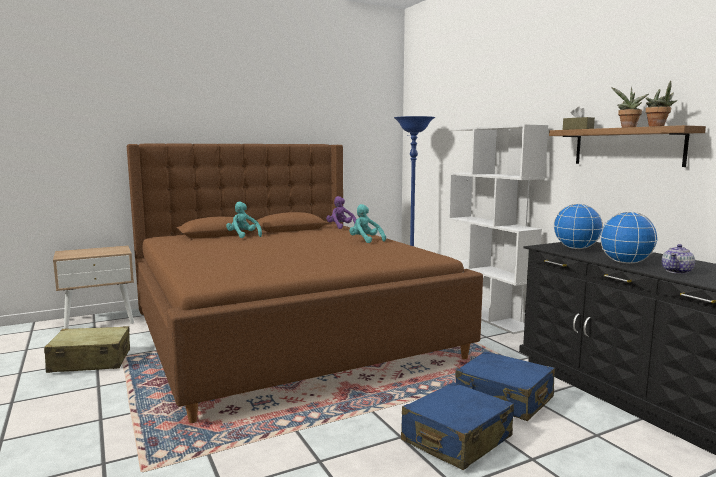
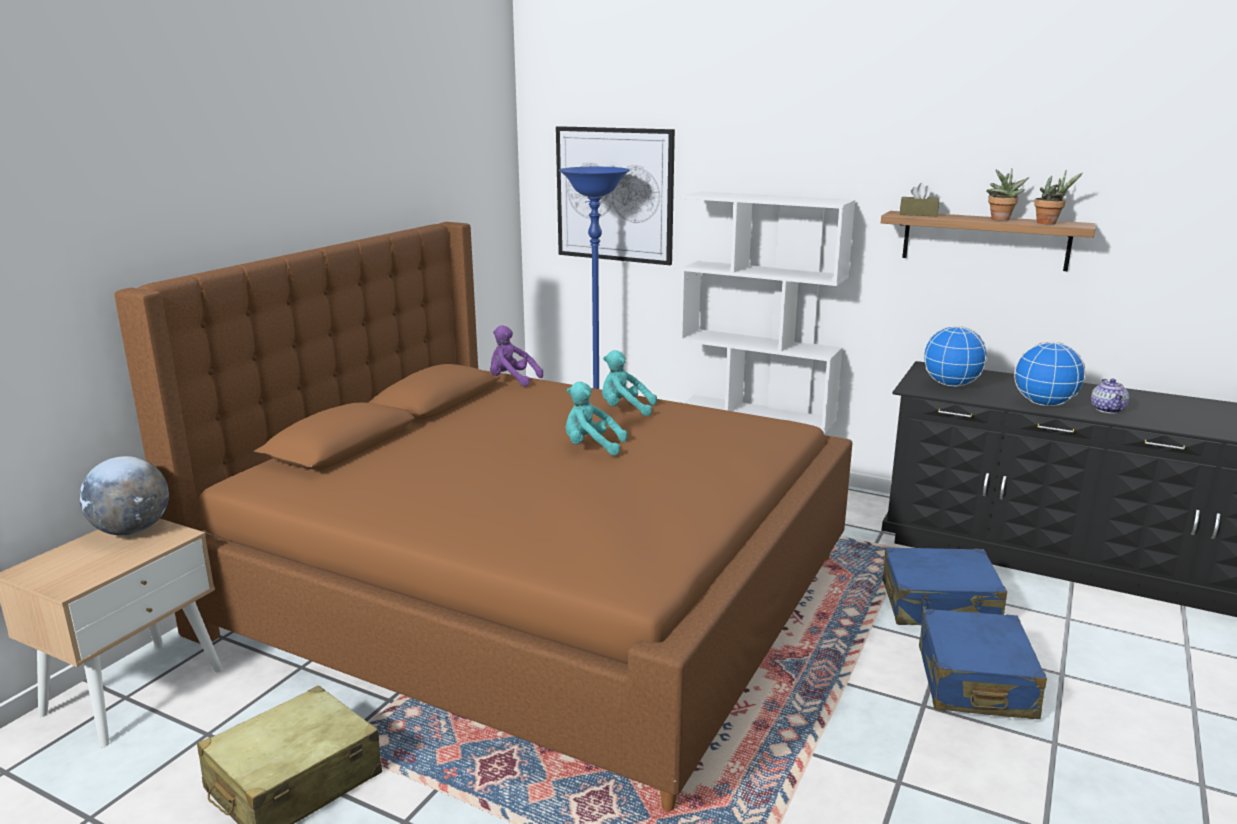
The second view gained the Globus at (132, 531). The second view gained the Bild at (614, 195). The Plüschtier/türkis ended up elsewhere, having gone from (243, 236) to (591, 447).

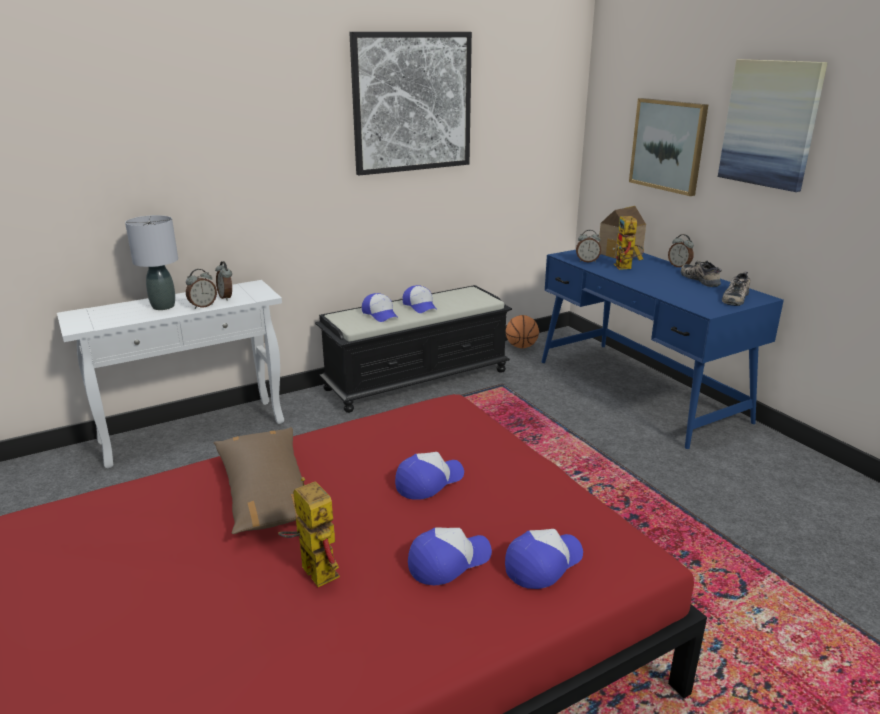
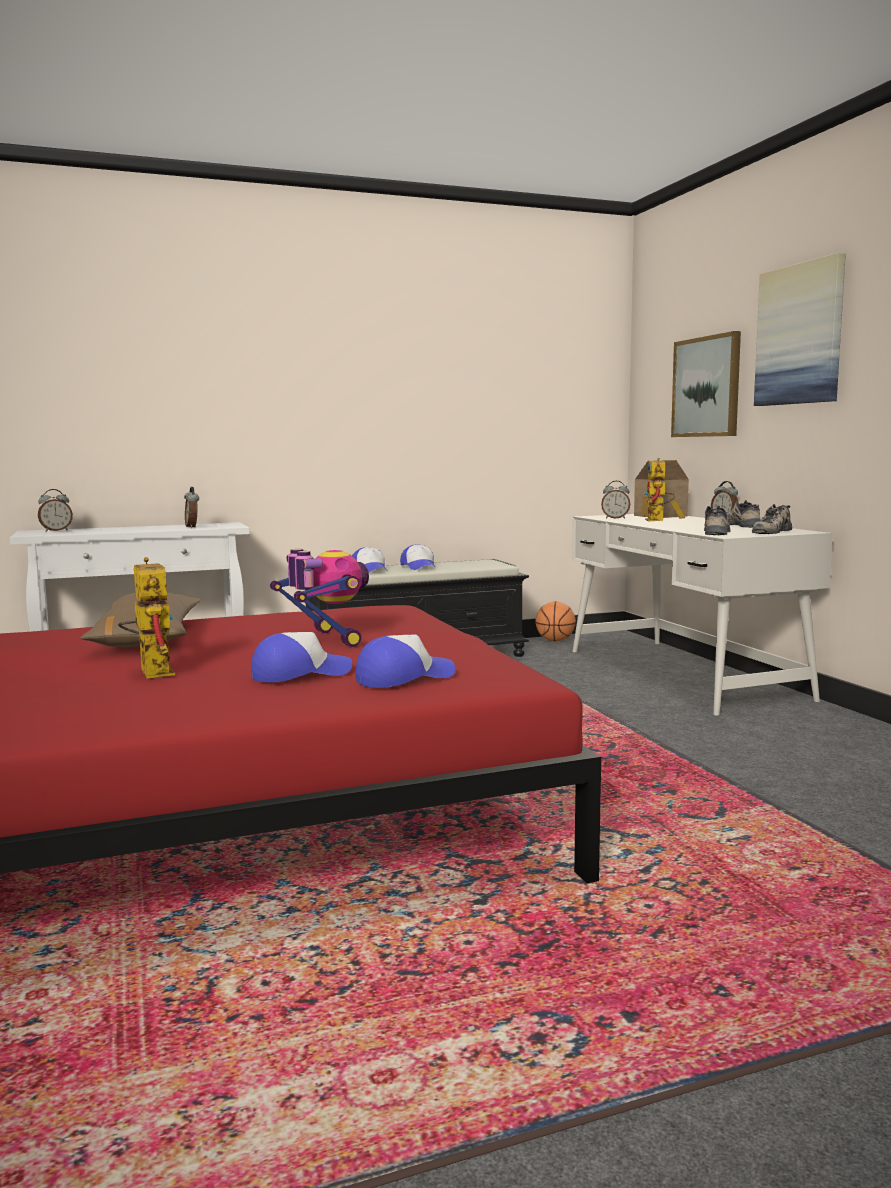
The second view lost the Tischlampe/grau at (163, 306). The second view lost the Bild at (412, 102). The second view gained the Schuh at (717, 532). The Wecker ended up elsewhere, having gone from (203, 306) to (56, 531). Where the Kappe stood at (429, 481), the Spielzeugroboter came to stand at (325, 640). What was the Schreibtisch/blau at (639, 390) turned into the Schreibtisch/weiß at (682, 674).

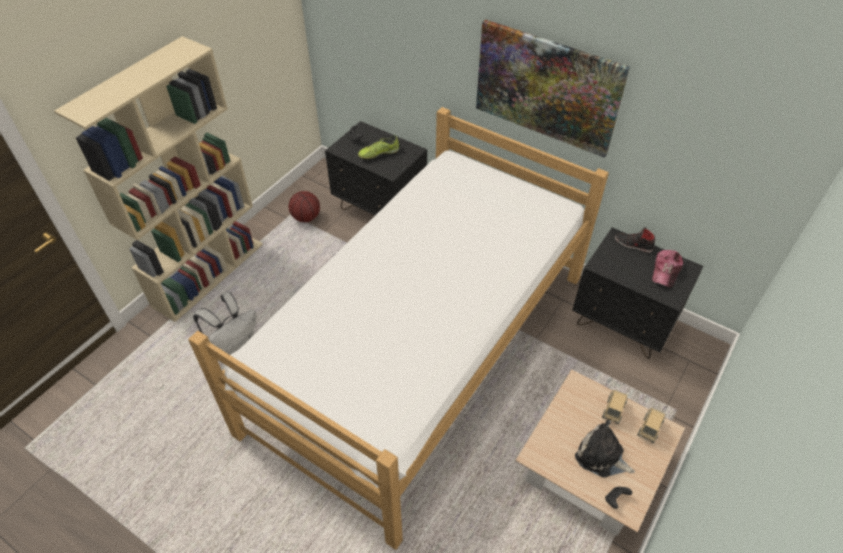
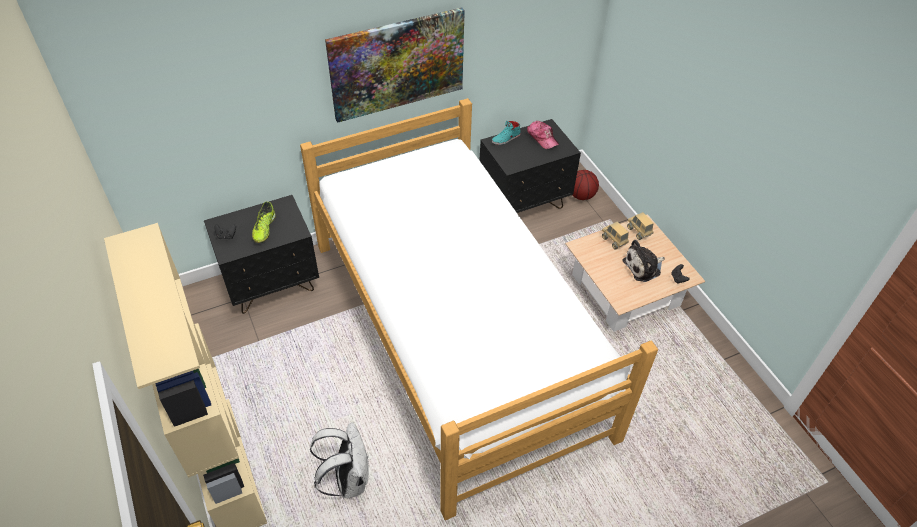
The Basketball ended up elsewhere, having gone from (306, 217) to (581, 195). What was the Schuh/schwarz at (633, 244) turned into the Schuh/türkis at (506, 138).

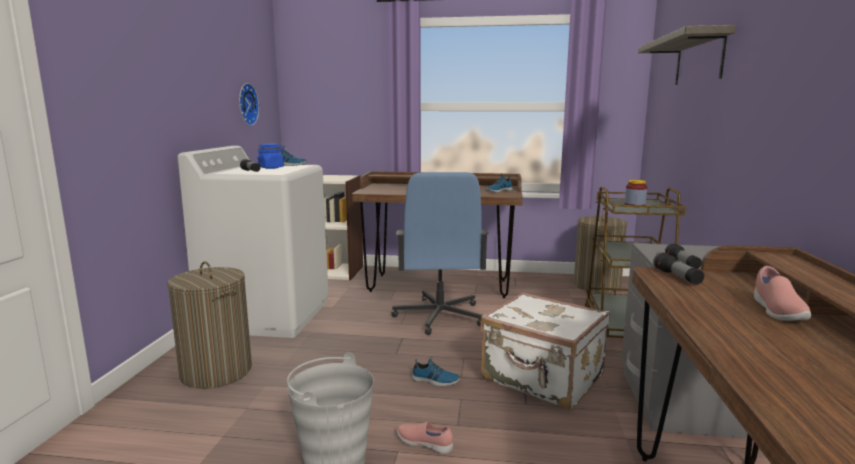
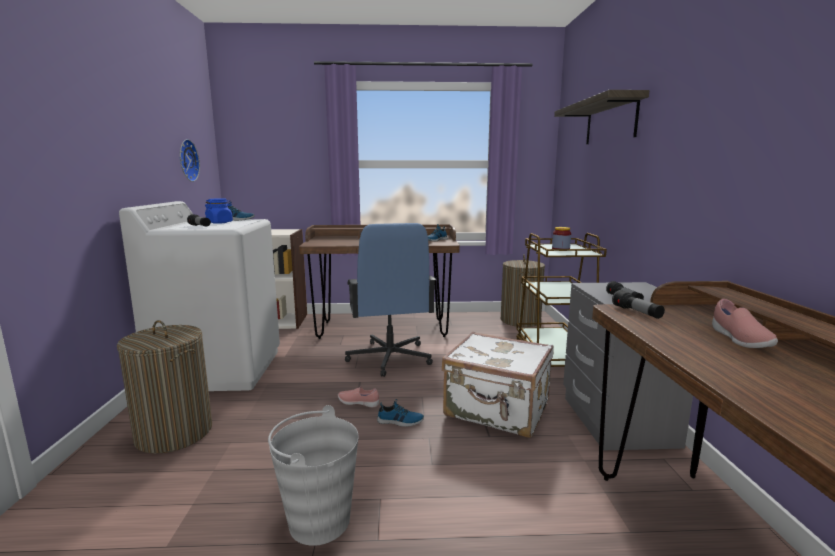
The Schuh/rosa ended up elsewhere, having gone from (424, 444) to (358, 403).

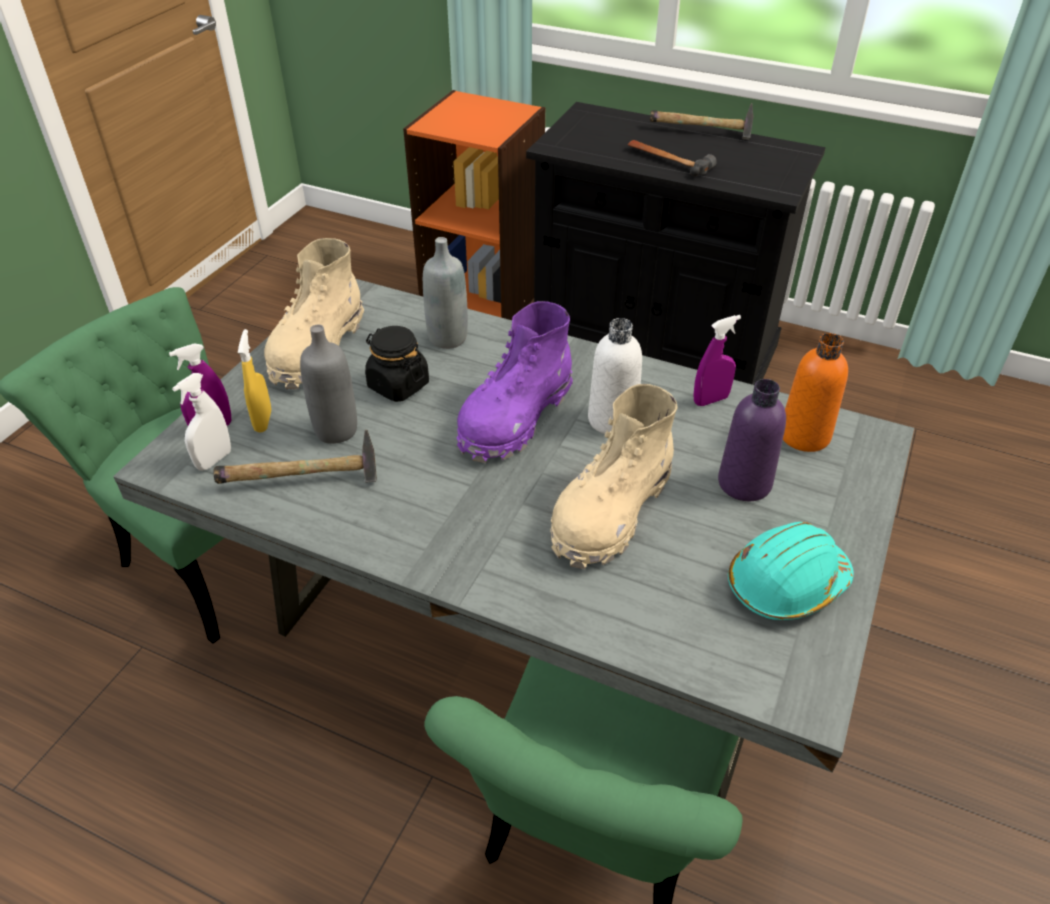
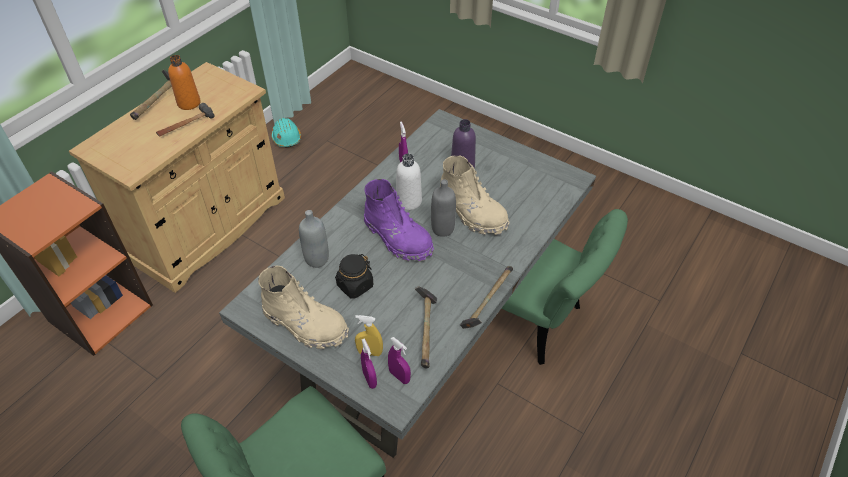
The second view gained the Hammer at (487, 304). The Flasche/grau ended up elsewhere, having gone from (336, 430) to (442, 229). The Schutzhelm/türkis ended up elsewhere, having gone from (786, 584) to (286, 138). The Flasche/orange ended up elsewhere, having gone from (804, 435) to (189, 103). What was the Sprühflasche/weiß at (214, 460) turned into the Sprühflasche/lila at (399, 376). What was the Schrank/schwarz at (653, 346) turned into the Schrank/beige at (208, 228).

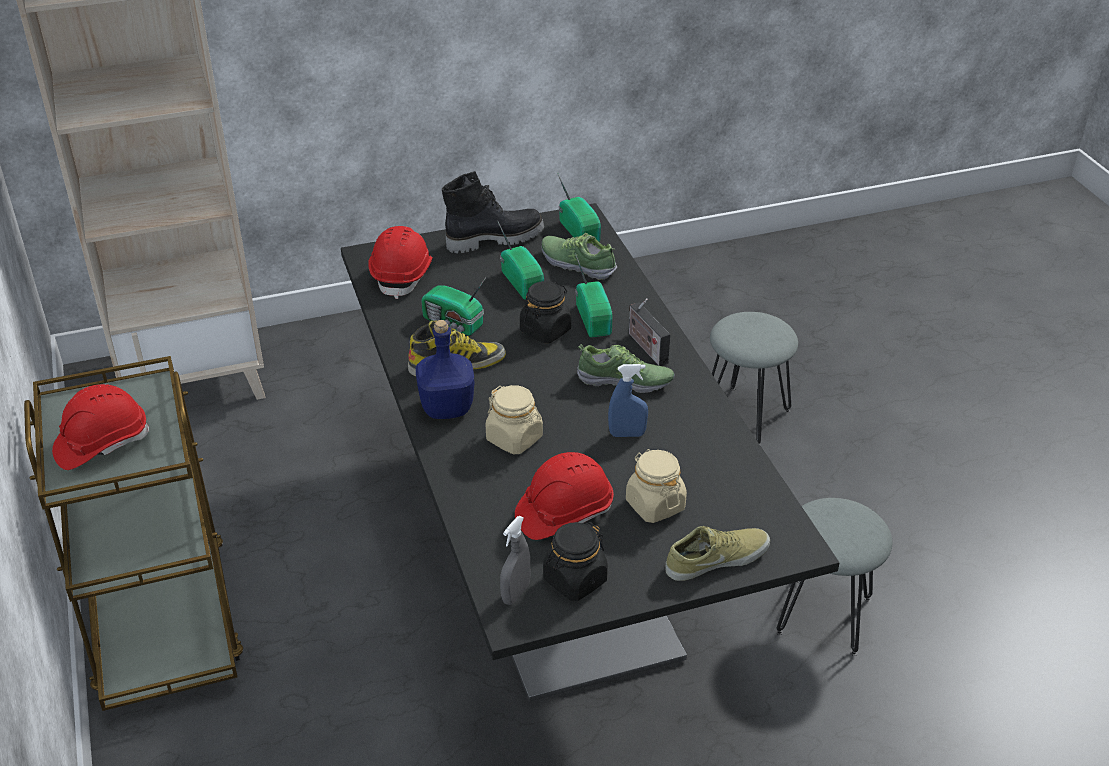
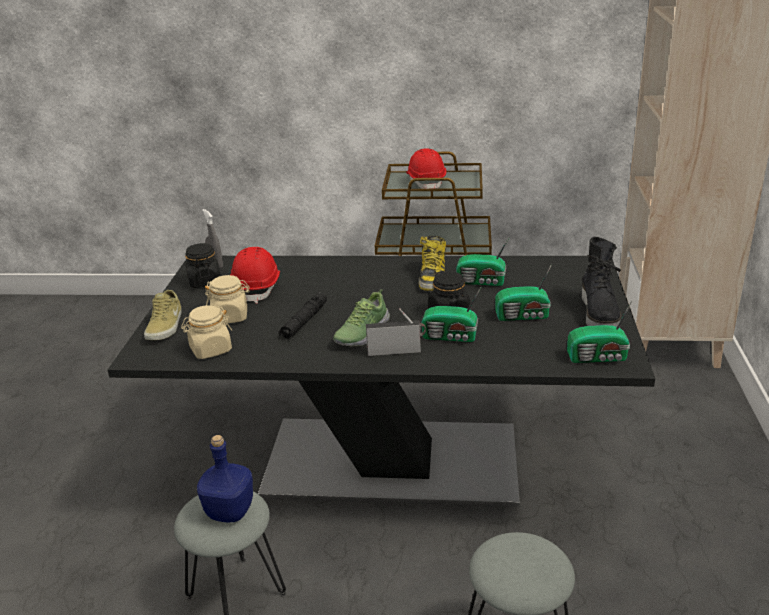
The second view lost the Schutzhelm/rot at (403, 275). The second view lost the Schuh at (577, 264). The Flasche/blau ended up elsewhere, having gone from (446, 407) to (231, 511). The Vorratsglas/beige ended up elsewhere, having gone from (514, 438) to (210, 350). Where the Sprühflasche/blau stood at (627, 434), the Taschenlampe/schwarz came to stand at (304, 321). The Radio at (453, 323) ended up facing another way, 135 degrees counterclockwise from before.

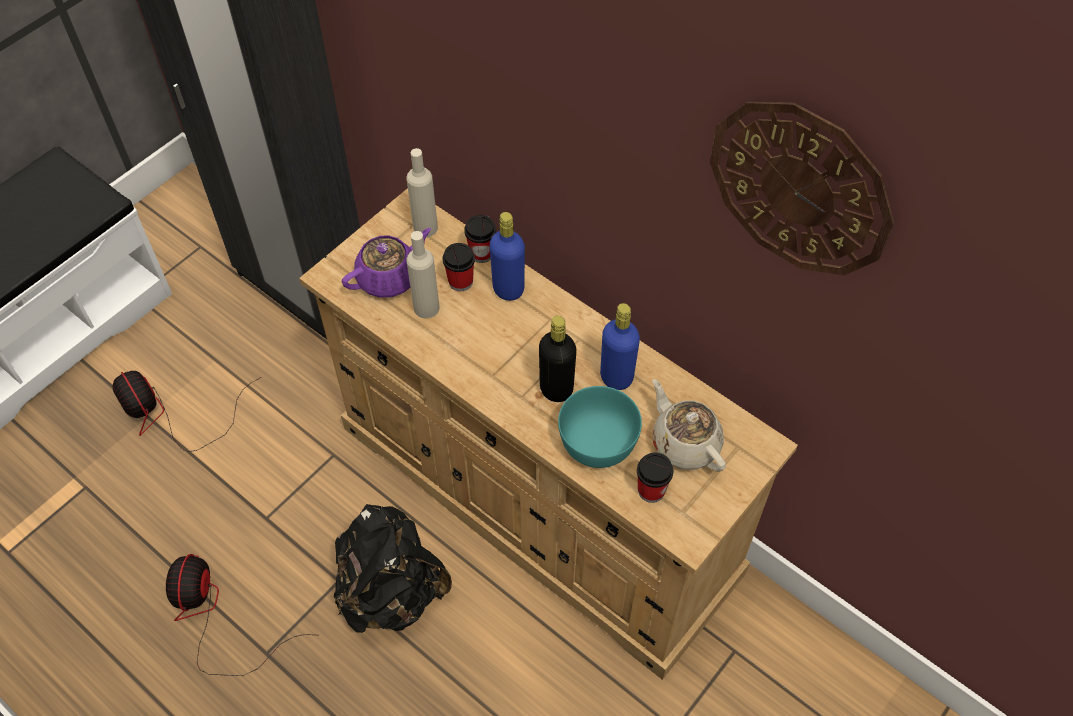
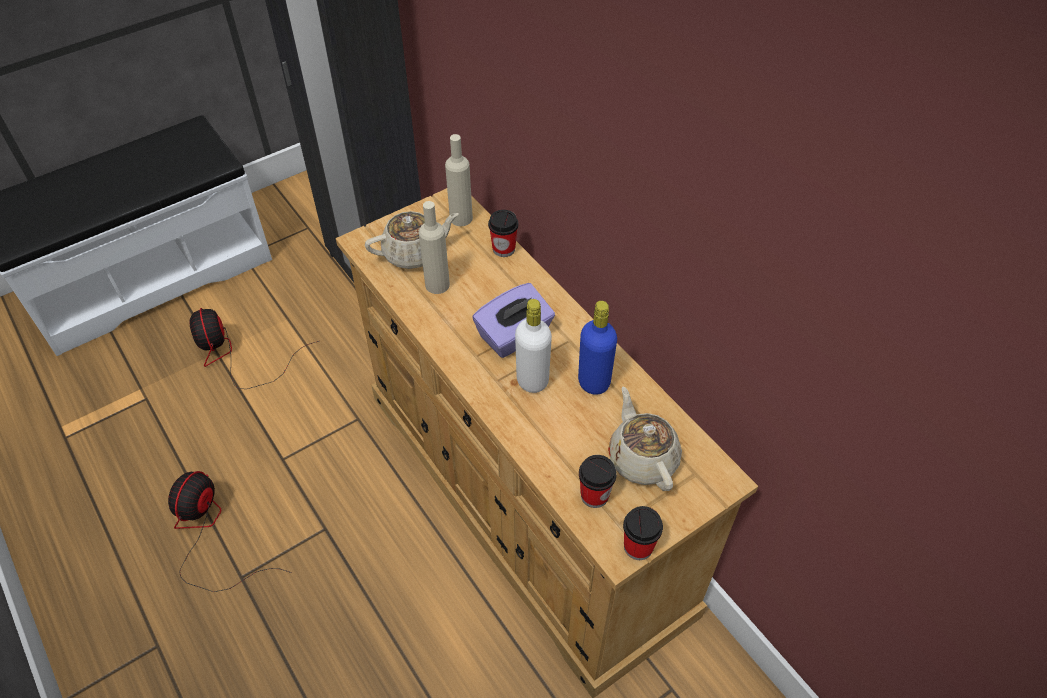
The second view lost the Rucksack/schwarz at (392, 591). The second view lost the Flasche/blau at (508, 289). The second view lost the Schüssel/türkis at (597, 442). The second view lost the Wanduhr at (800, 188). The second view gained the Taschentuchbox/lila at (514, 336). The Tasse ended up elsewhere, having gone from (460, 281) to (638, 546). What was the Teekanne/lila at (389, 278) turned into the Teekanne/beige at (414, 253). What was the Flasche/schwarz at (556, 389) turned into the Flasche/weiß at (532, 380).

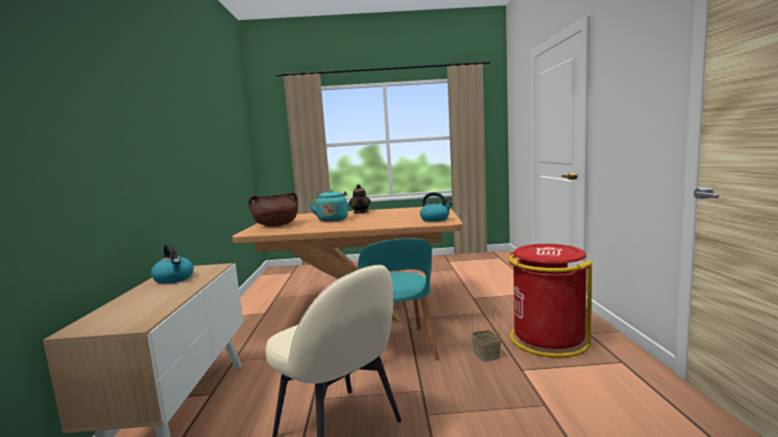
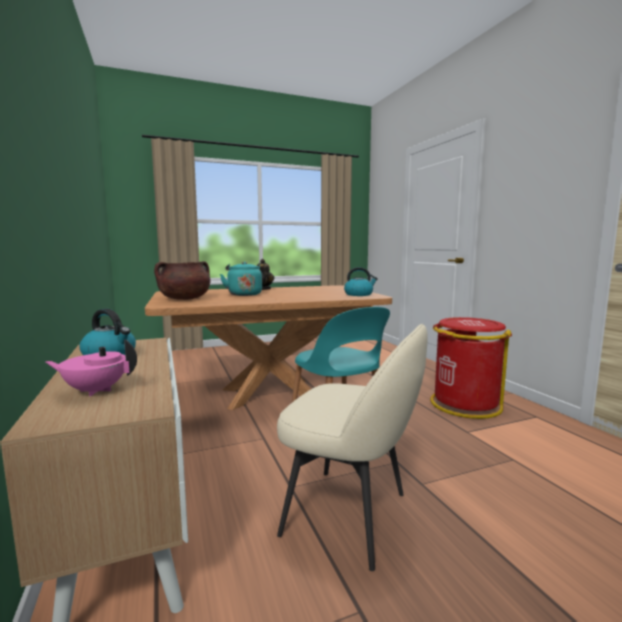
The second view lost the Korb at (487, 354). The second view gained the Teekanne/rosa at (95, 390).

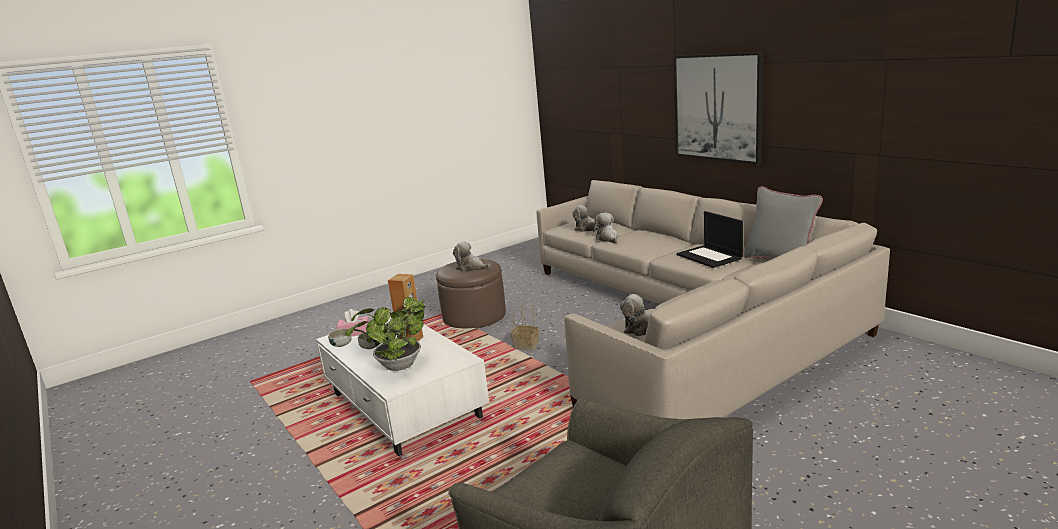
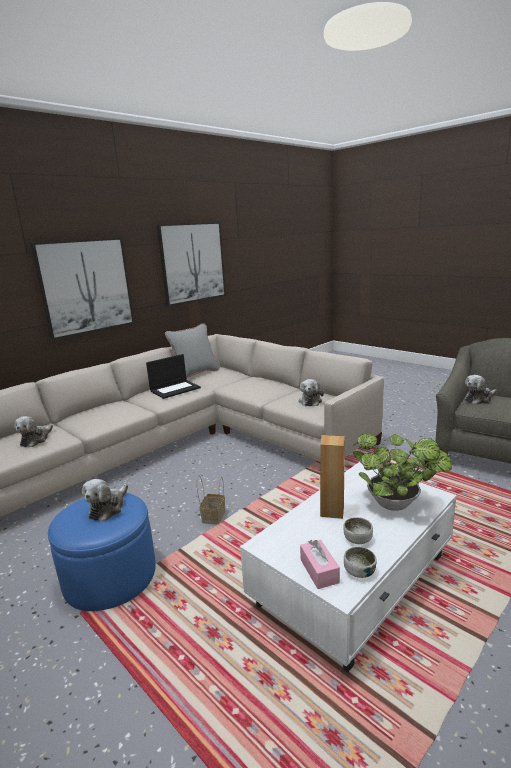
The second view gained the Bild at (192, 262). The Plüschtier ended up elsewhere, having gone from (607, 238) to (479, 399). What was the Polsterhocker/braun at (474, 316) turned into the Polsterhocker/blau at (110, 576).

